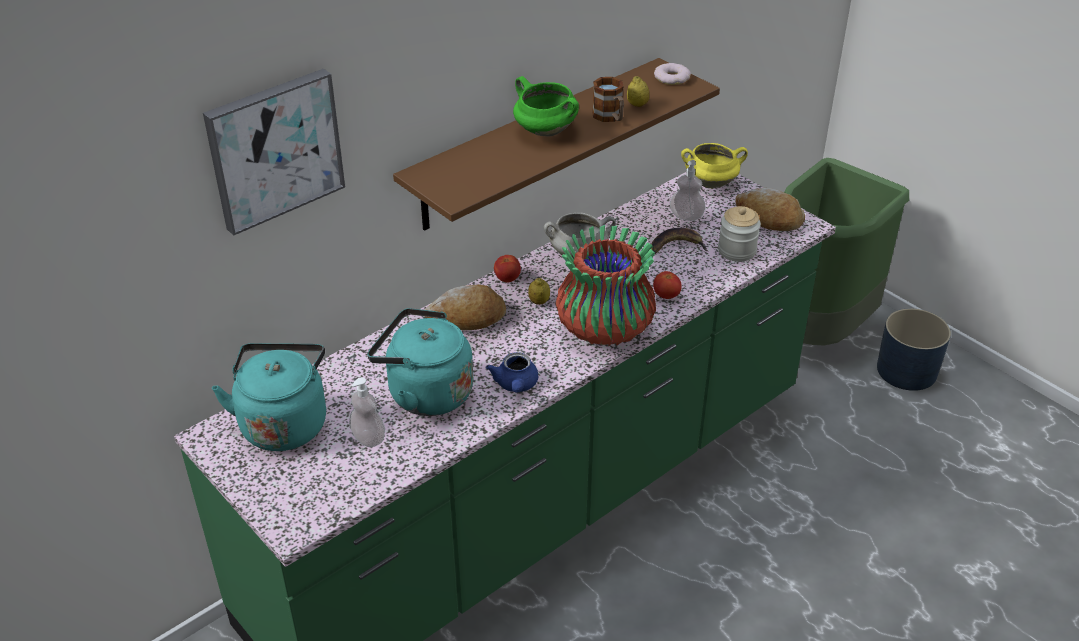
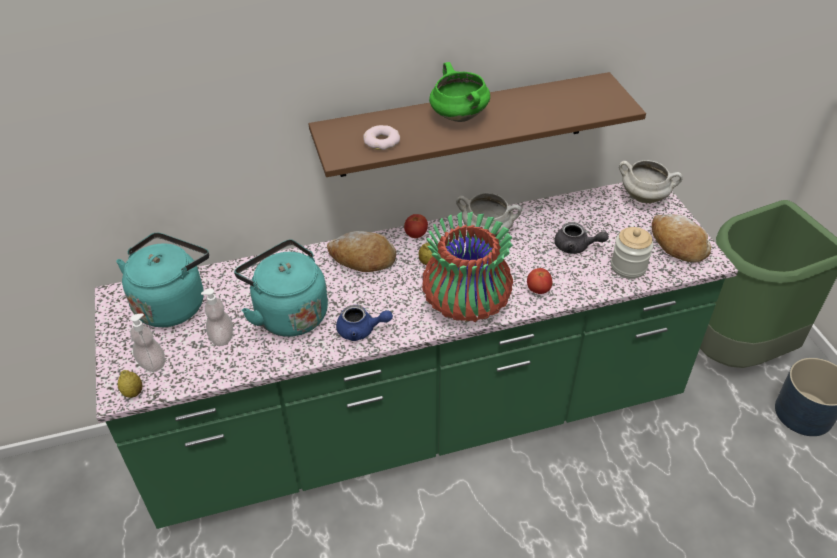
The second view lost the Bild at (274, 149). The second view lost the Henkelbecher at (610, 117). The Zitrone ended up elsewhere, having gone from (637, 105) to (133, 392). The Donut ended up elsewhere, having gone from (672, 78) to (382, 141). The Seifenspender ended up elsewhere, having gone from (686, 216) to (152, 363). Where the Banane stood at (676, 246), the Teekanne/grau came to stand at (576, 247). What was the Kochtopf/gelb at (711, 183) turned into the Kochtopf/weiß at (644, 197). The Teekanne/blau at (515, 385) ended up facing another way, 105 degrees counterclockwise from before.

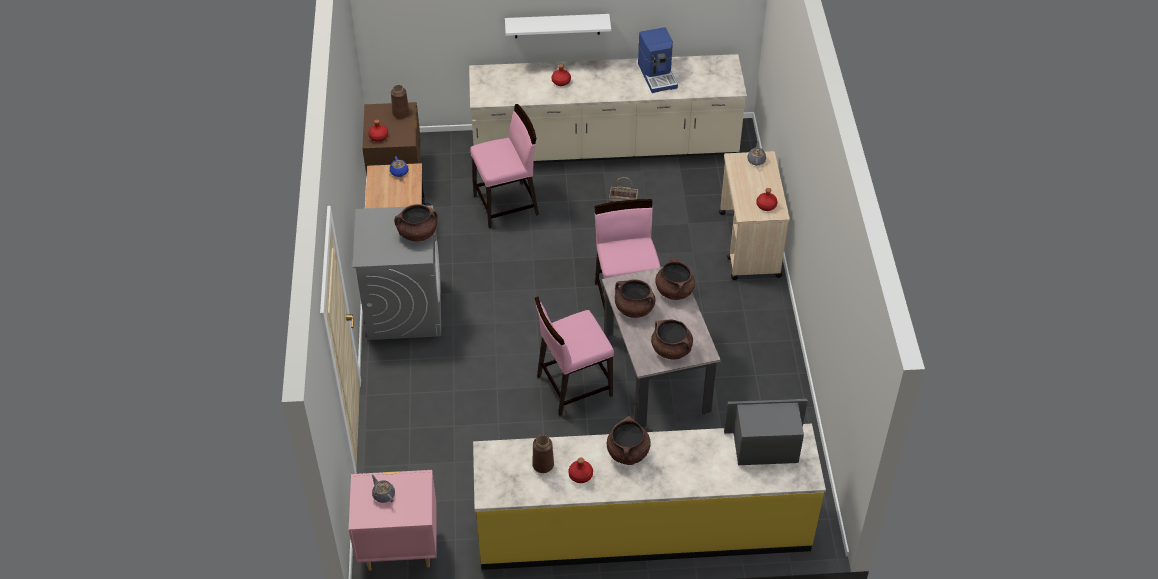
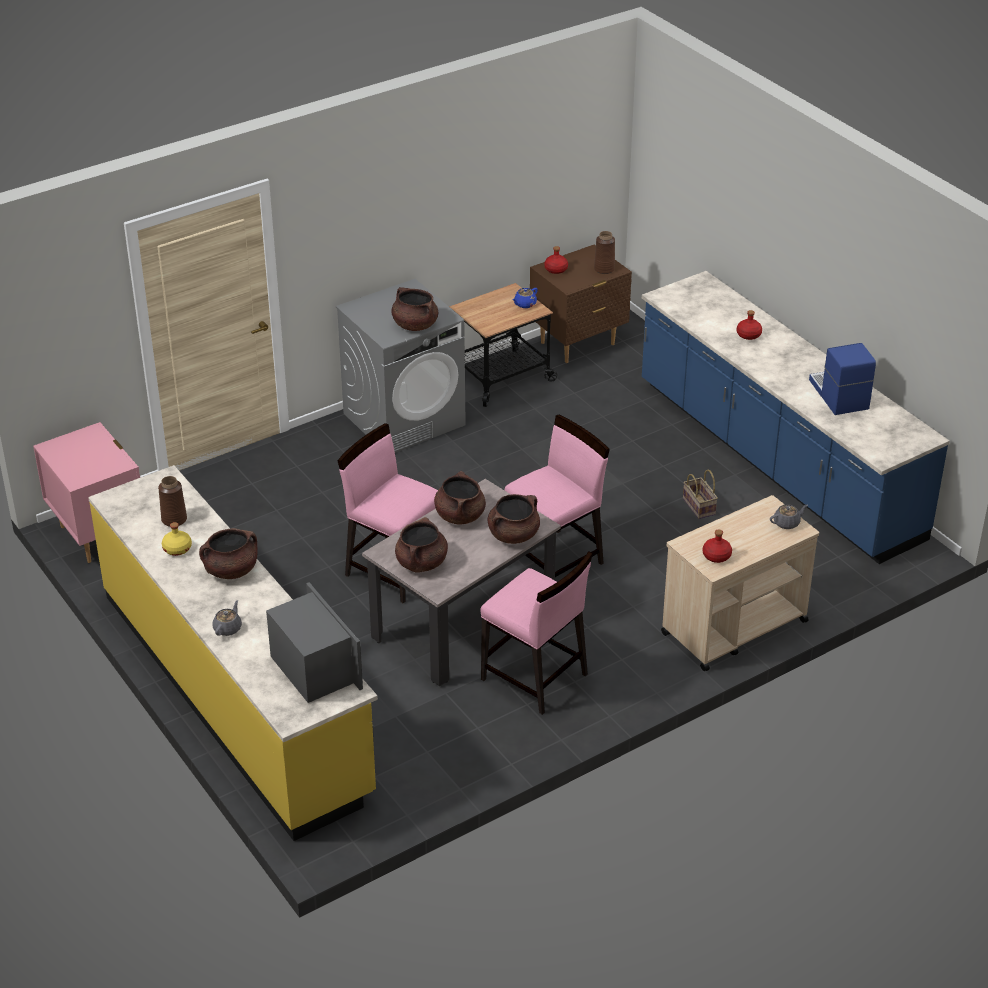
The second view lost the Wandregal/weiß at (557, 25). The Teekanne/grau ended up elsewhere, having gone from (383, 494) to (228, 628). The Stuhl/rosa ended up elsewhere, having gone from (507, 205) to (534, 678). What was the Küchenzeile/beige at (605, 147) turned into the Küchenzeile/blau at (776, 461). What was the Flasche/rot at (580, 475) turned into the Flasche/gelb at (177, 549). The Kaffeemaschine at (658, 75) ended up facing another way, 120 degrees clockwise from before.

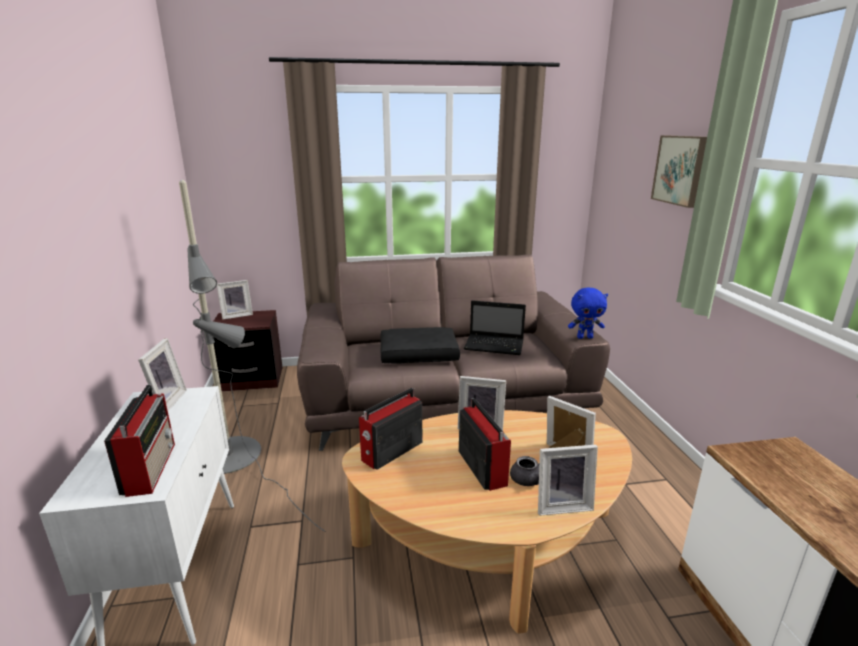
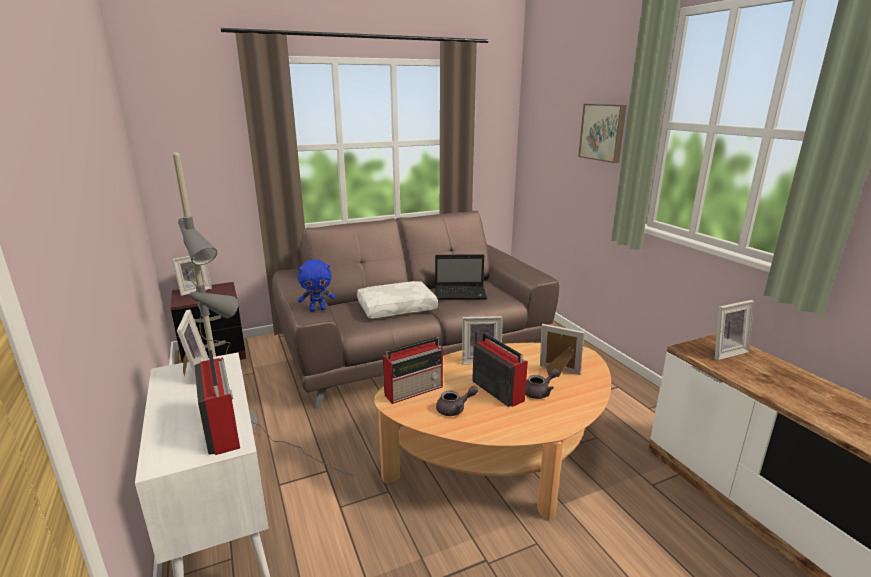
The second view gained the Teekanne/grau at (455, 409). The Bilderrahmen ended up elsewhere, having gone from (561, 504) to (724, 352). The Plüschtier/blau ended up elsewhere, having gone from (585, 337) to (318, 309). What was the Kissen/schwarz at (419, 354) turned into the Kissen/weiß at (397, 307). The Radio at (391, 452) ended up facing another way, 150 degrees counterclockwise from before.

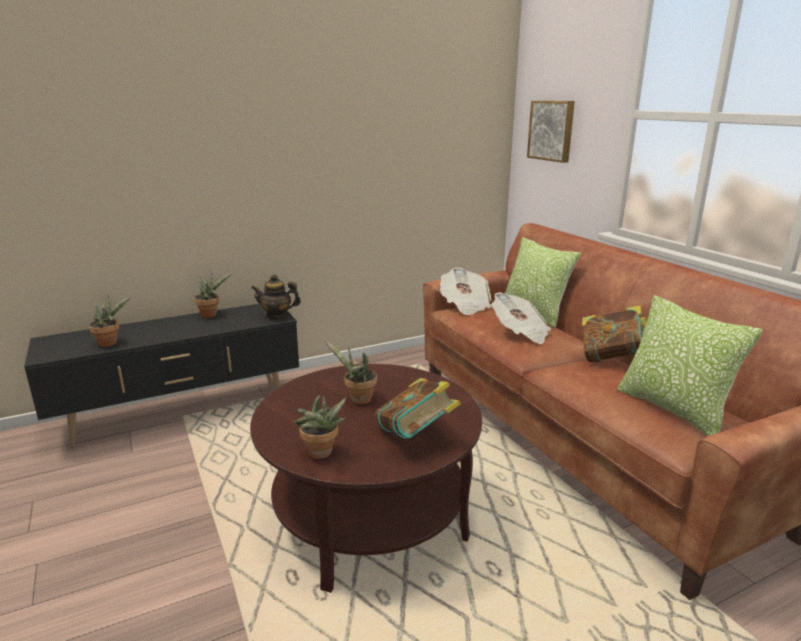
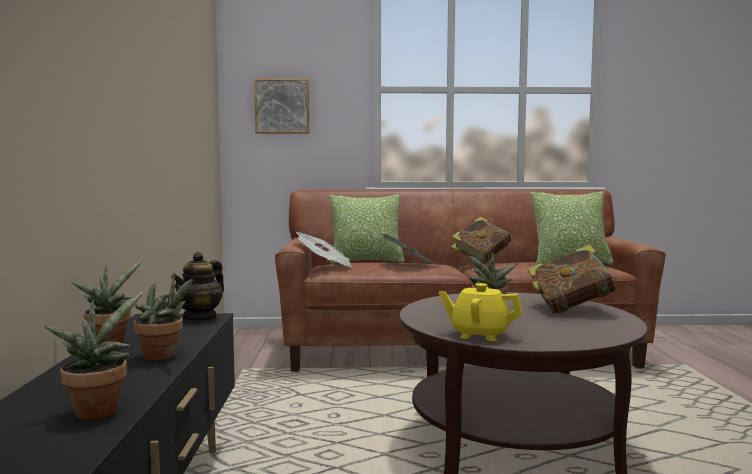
The second view gained the Teekanne/gelb at (479, 335). The Topfpflanze ended up elsewhere, having gone from (321, 454) to (164, 356).

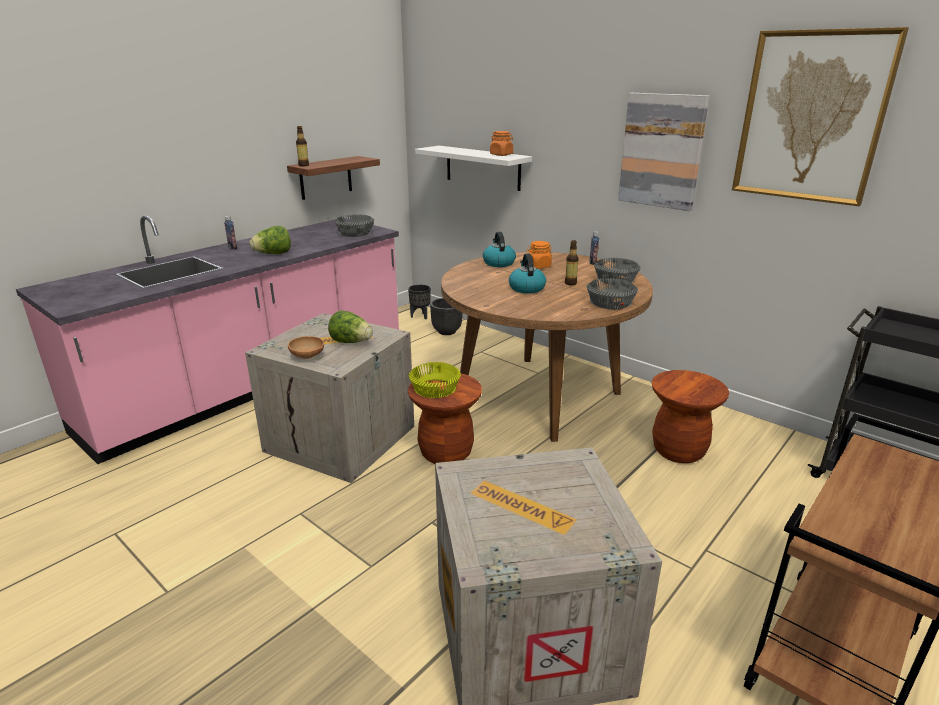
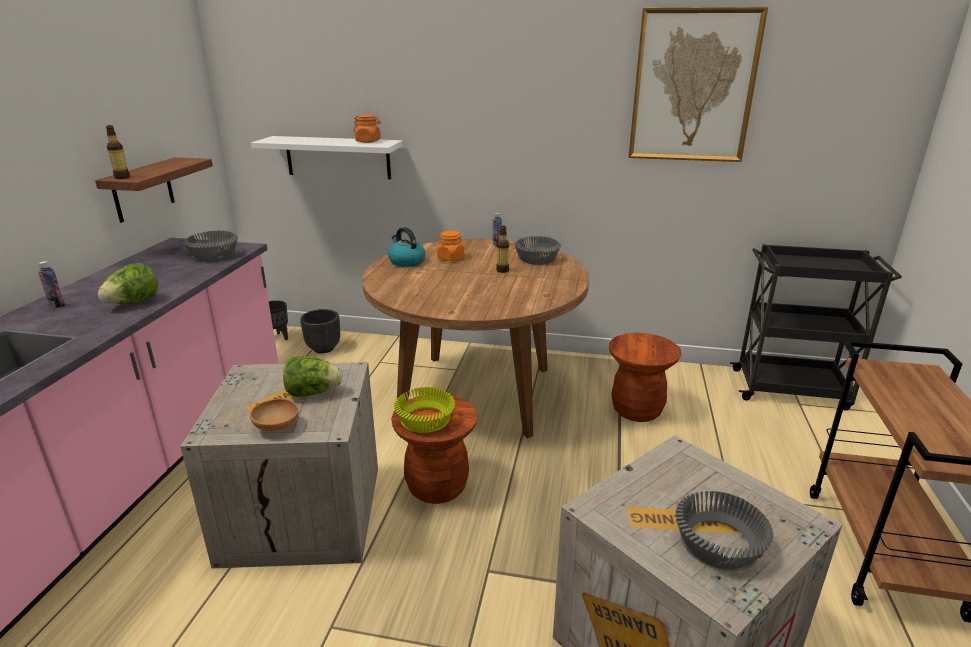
The second view lost the Wasserkessel at (526, 288). The second view lost the Bild at (662, 151). The Schüssel/grau ended up elsewhere, having gone from (610, 303) to (719, 545).

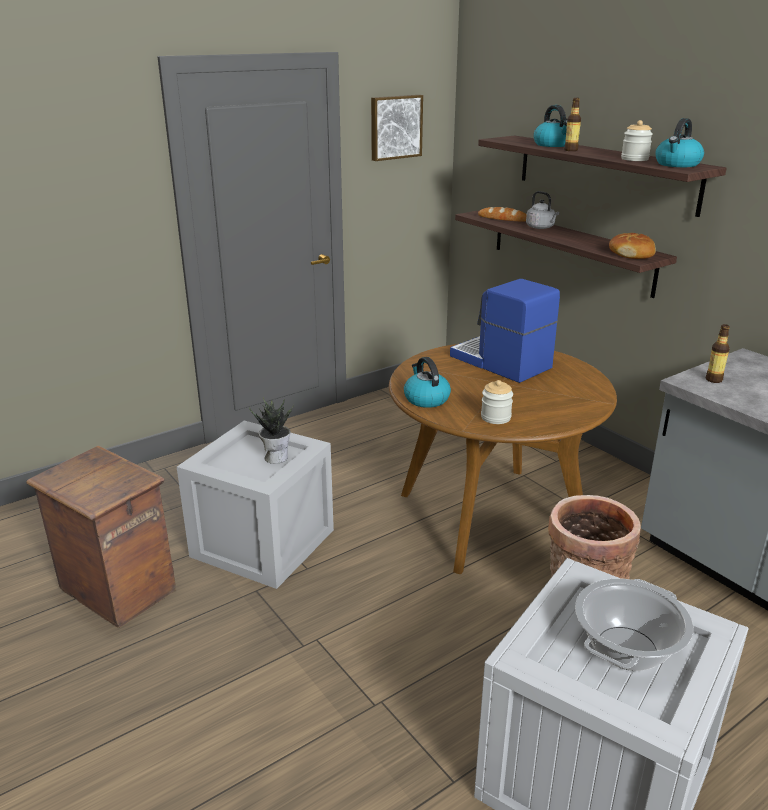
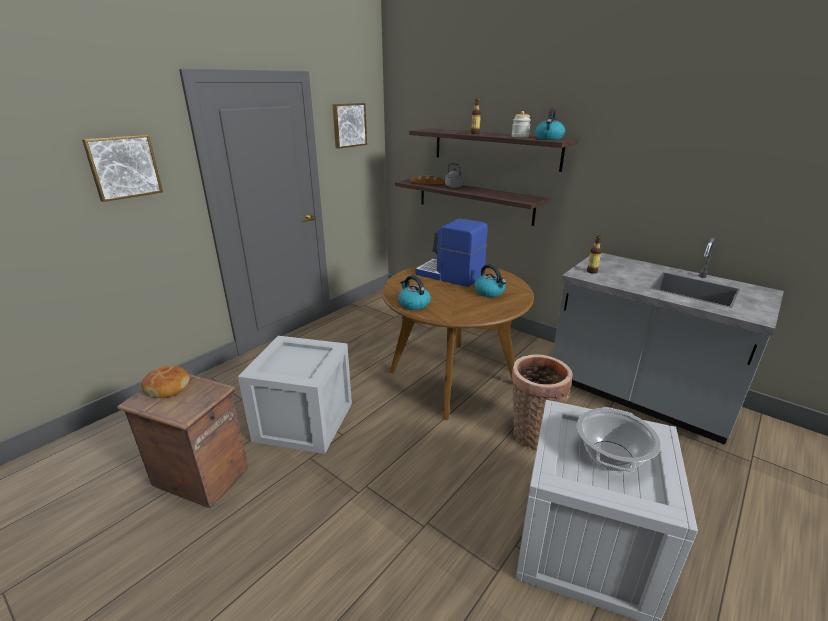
The second view lost the Topfpflanze at (276, 457). The second view lost the Vorratsglas at (495, 417). The second view gained the Bild at (123, 167). The Wasserkessel ended up elsewhere, having gone from (553, 145) to (489, 292). The Brot ended up elsewhere, having gone from (631, 254) to (168, 387).

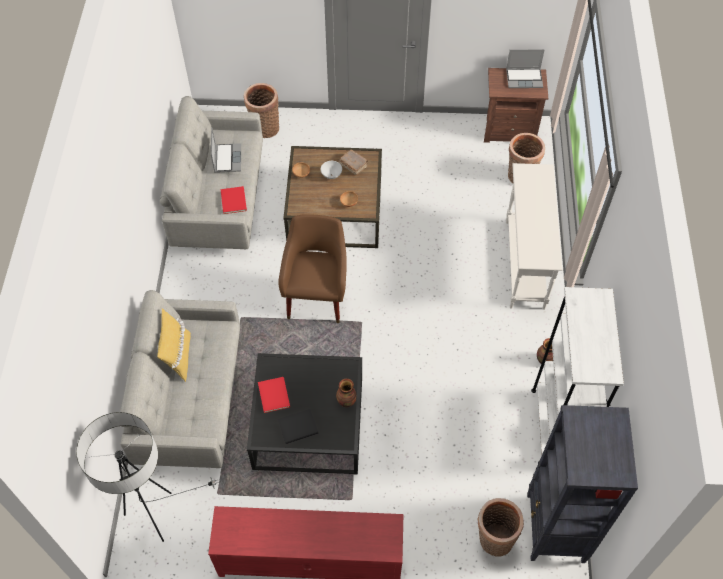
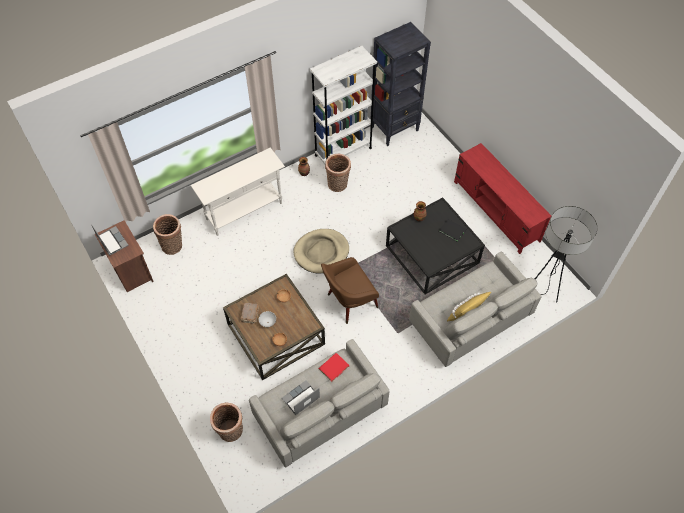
The second view lost the Buch/rot at (274, 394). The second view gained the Hundebett/beige at (321, 252). The Korb ended up elsewhere, having gone from (493, 539) to (338, 185).

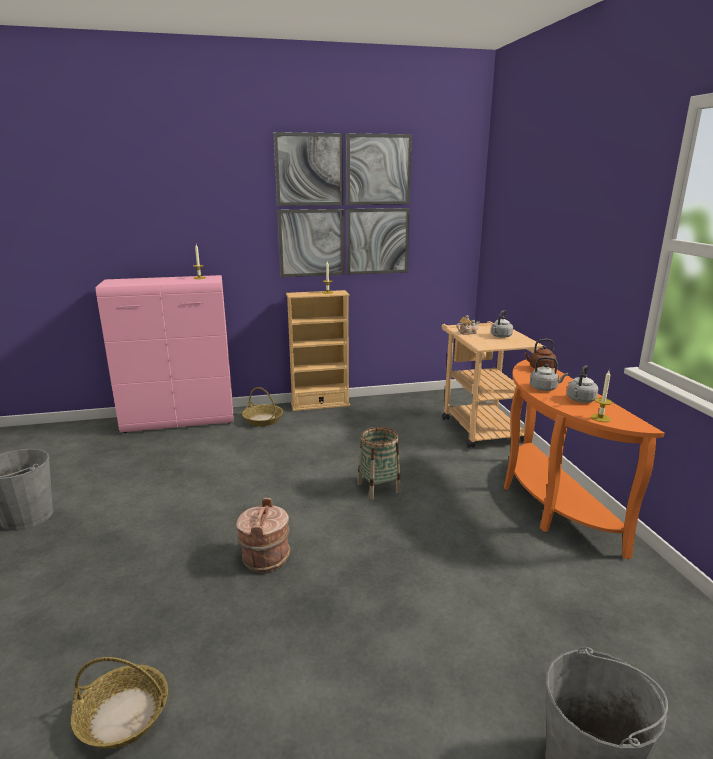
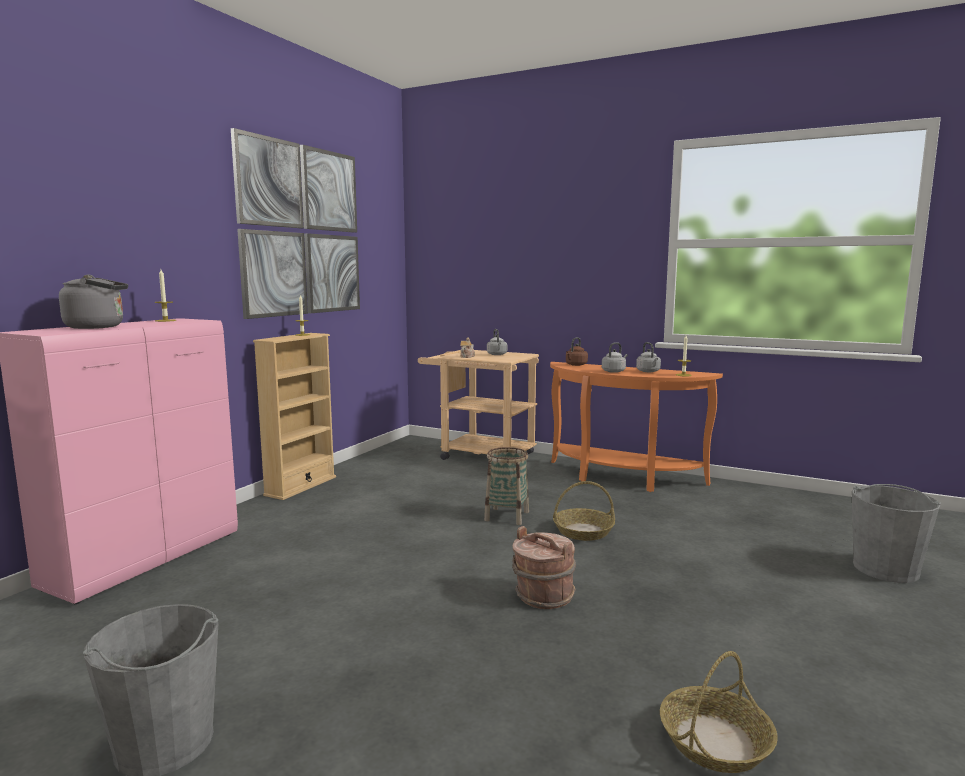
The second view gained the Wasserkessel/grau at (99, 327). The Korb ended up elsewhere, having gone from (263, 420) to (583, 531).

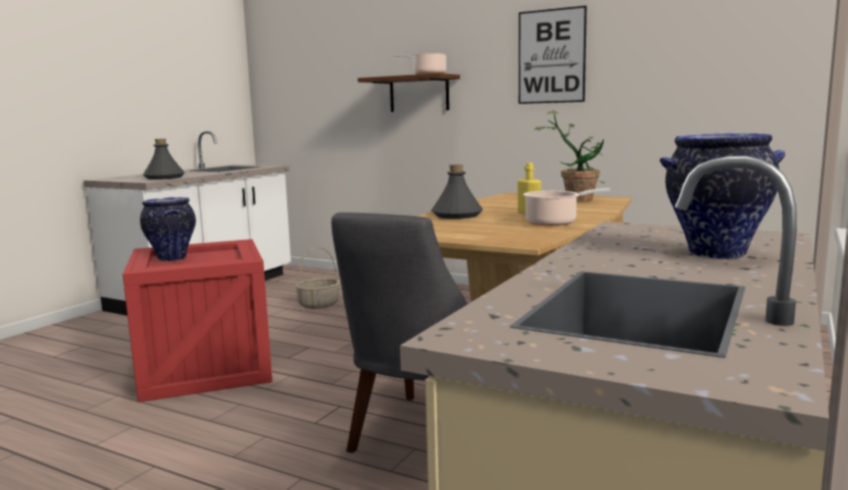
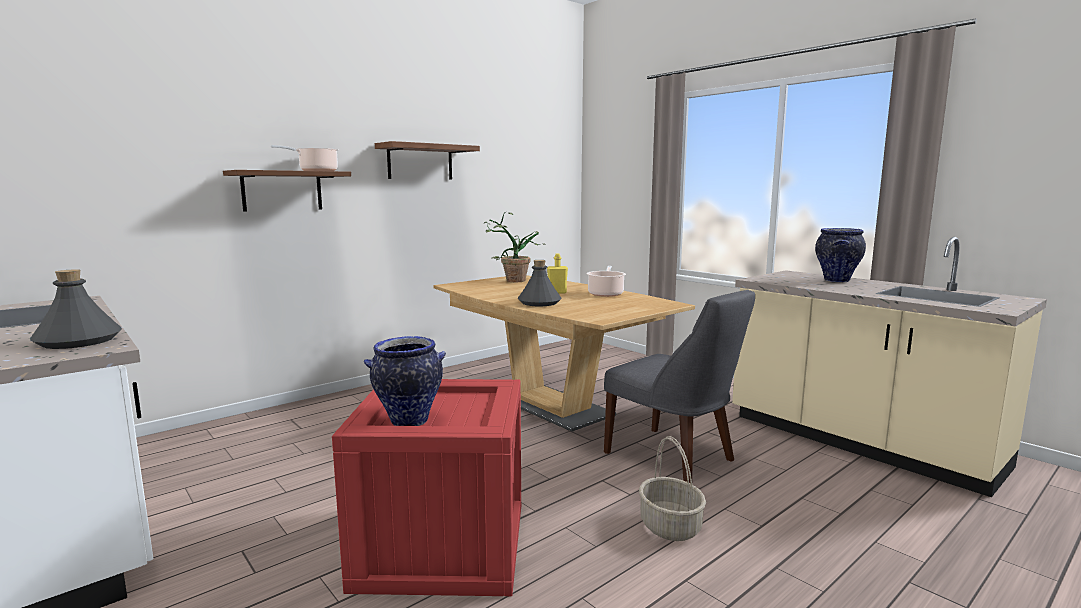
The Korb ended up elsewhere, having gone from (318, 305) to (671, 527). Where the Bild hung at (551, 56), the Wandregal came to hang at (420, 162).

